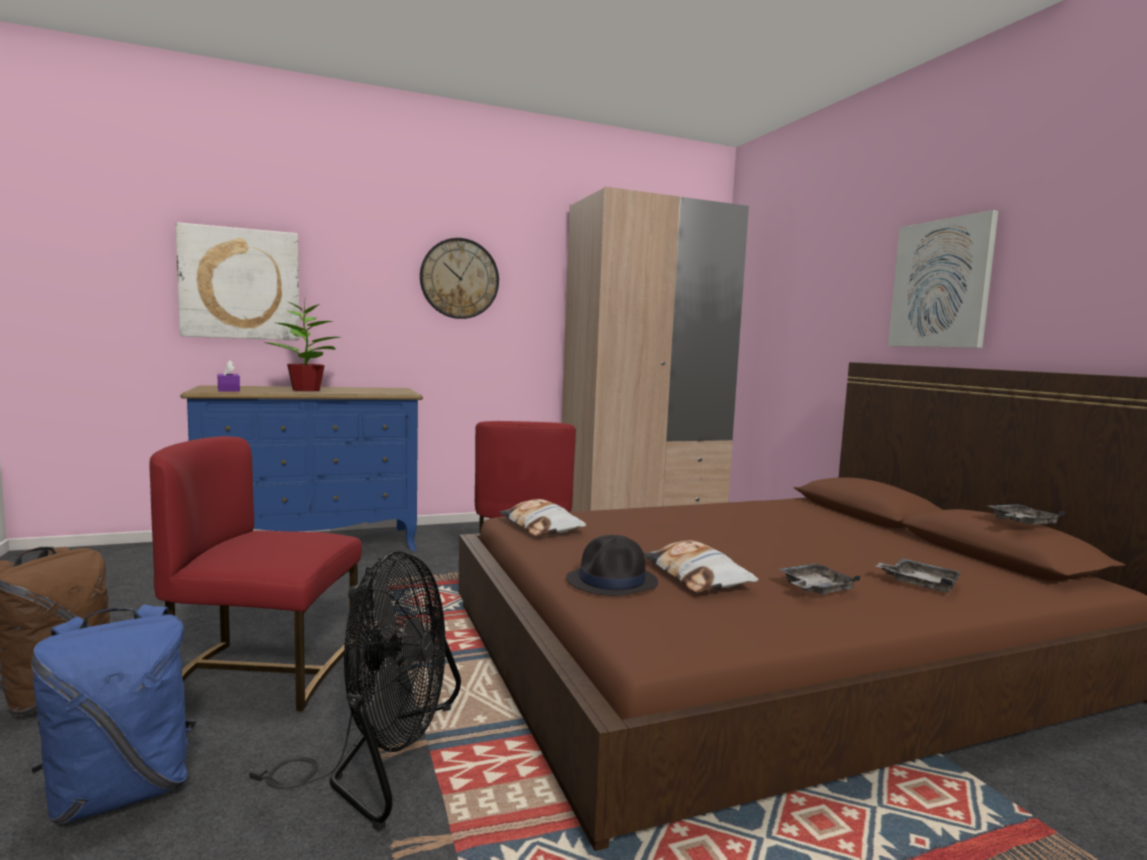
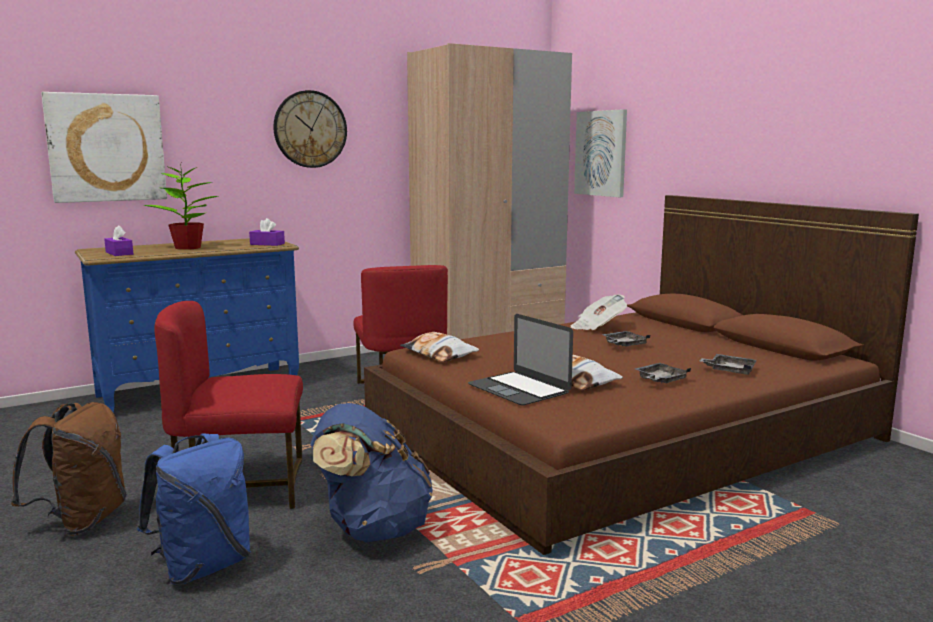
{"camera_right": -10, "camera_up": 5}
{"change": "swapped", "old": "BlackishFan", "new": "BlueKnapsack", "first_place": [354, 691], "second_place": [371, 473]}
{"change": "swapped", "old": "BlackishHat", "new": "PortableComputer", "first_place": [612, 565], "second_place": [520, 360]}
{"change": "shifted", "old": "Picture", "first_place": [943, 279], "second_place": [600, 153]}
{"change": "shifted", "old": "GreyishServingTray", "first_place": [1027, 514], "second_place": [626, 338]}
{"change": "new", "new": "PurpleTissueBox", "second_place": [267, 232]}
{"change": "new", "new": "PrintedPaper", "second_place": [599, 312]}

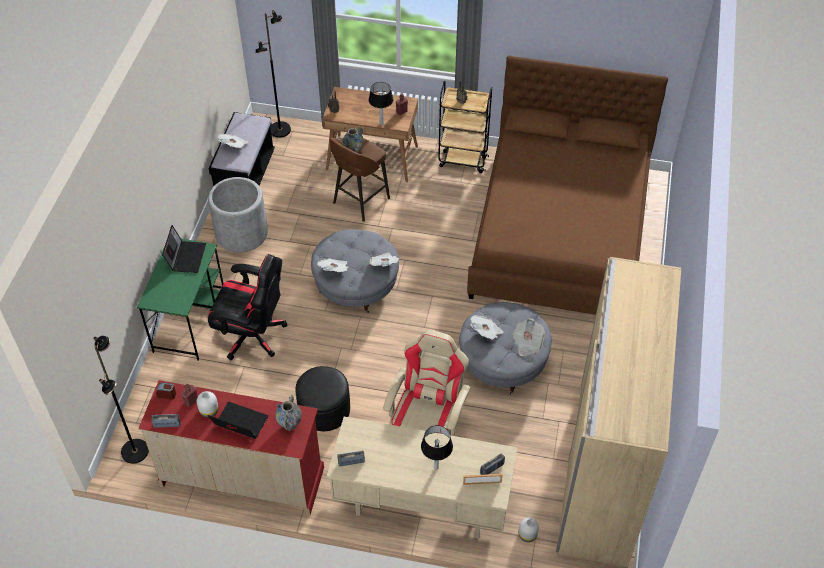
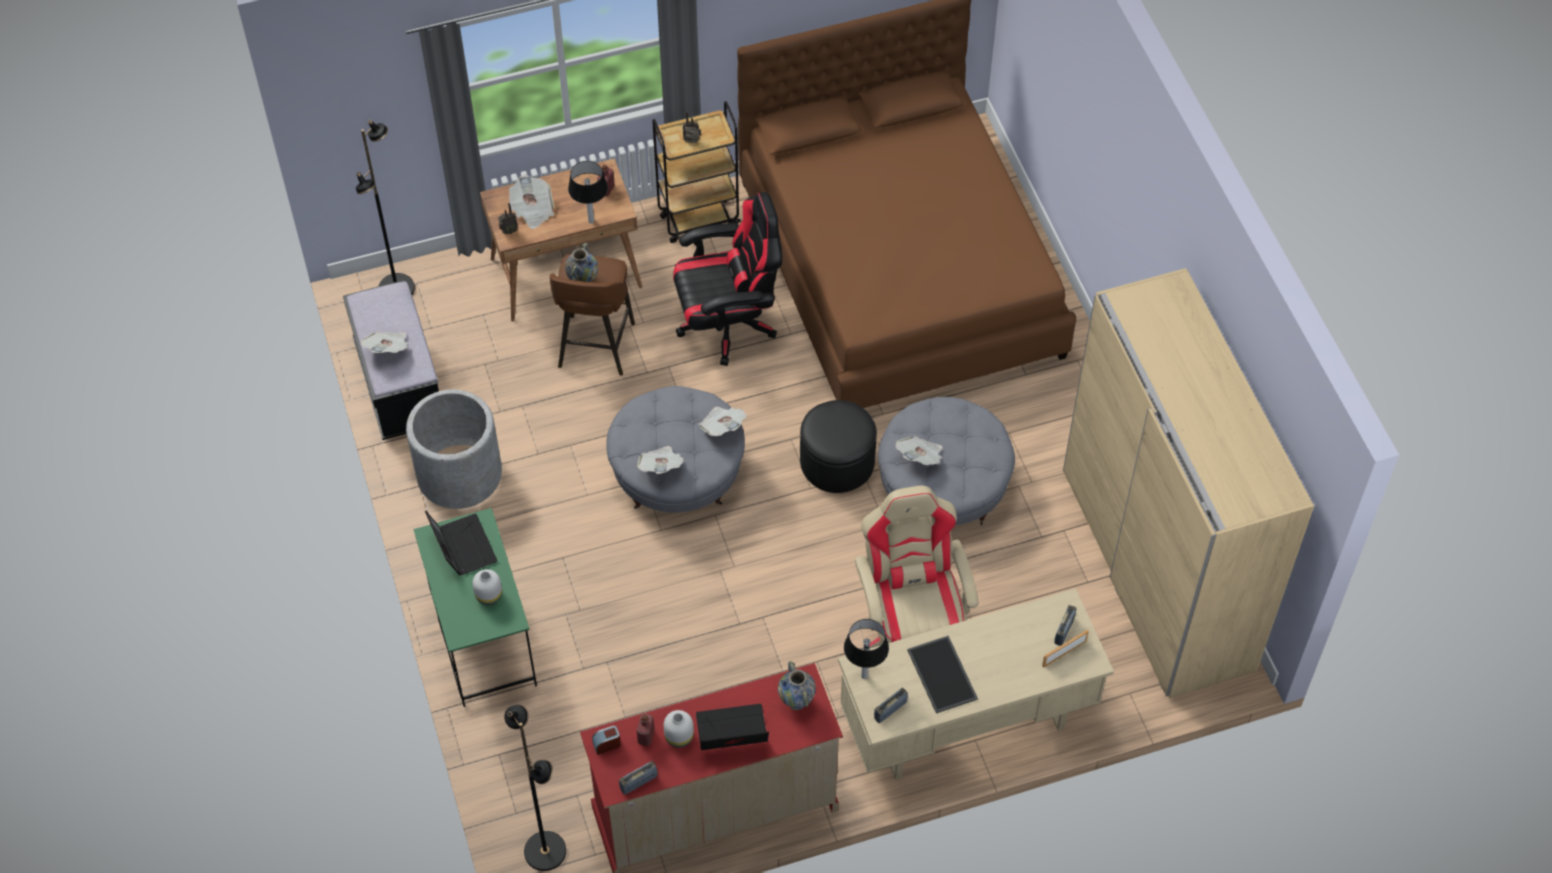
{"camera_right": -30, "camera_up": 5}
{"change": "shifted", "old": "BlackishOfficeChair", "first_place": [247, 307], "second_place": [727, 279]}
{"change": "shifted", "old": "BlackishOttoman", "first_place": [322, 398], "second_place": [838, 446]}
{"change": "shifted", "old": "TableLamp", "first_place": [437, 447], "second_place": [866, 649]}
{"change": "shifted", "old": "PrintedPaper", "first_place": [528, 337], "second_place": [531, 202]}
{"change": "shifted", "old": "WhitishFlowerVase", "first_place": [529, 529], "second_place": [487, 587]}
{"change": "new", "new": "ServingTray", "second_place": [942, 674]}

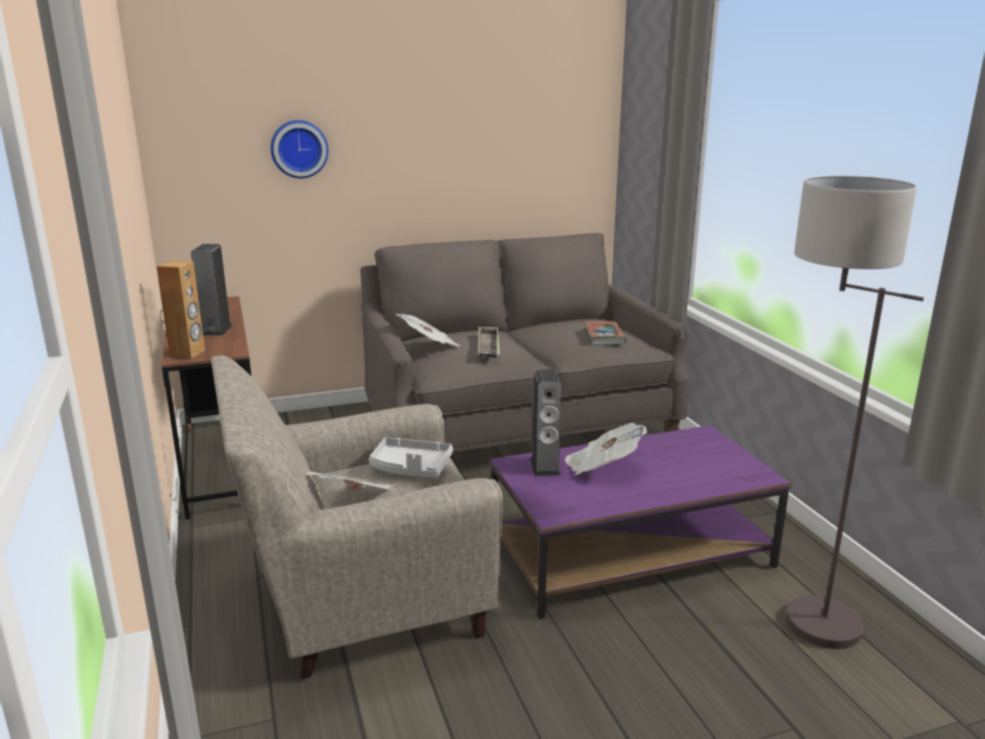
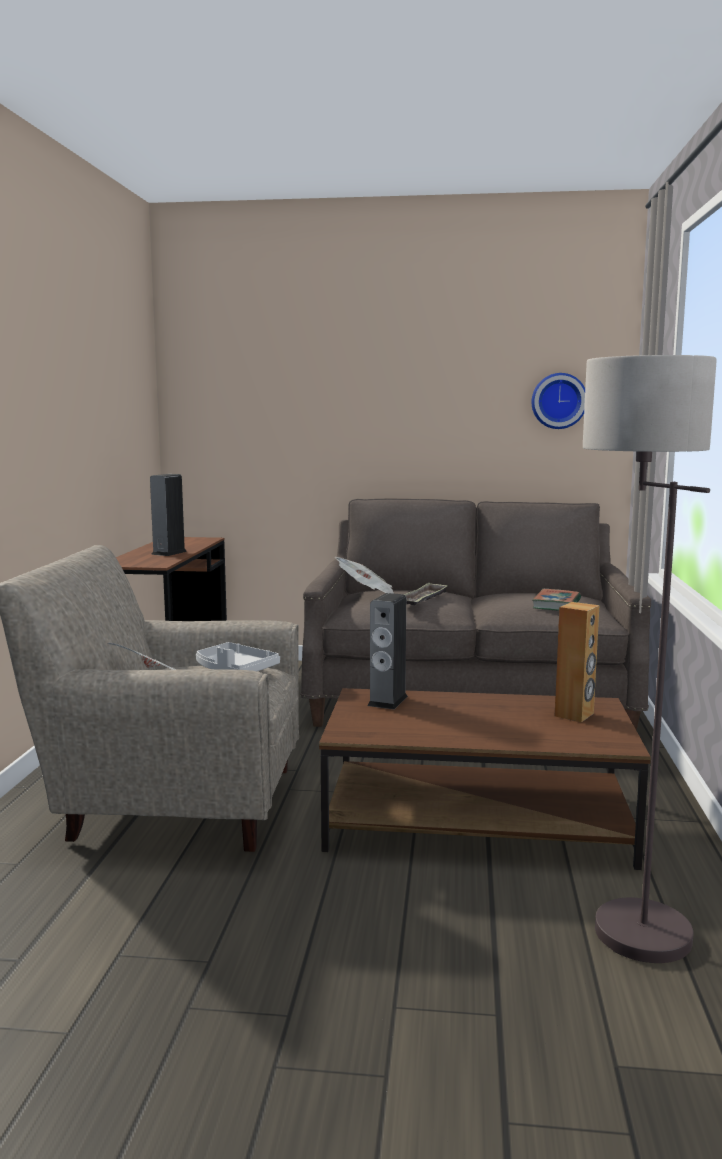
{"camera_right": 25, "camera_up": -10}
{"change": "shifted", "old": "BrownColouredAudioSpeaker", "first_place": [181, 309], "second_place": [577, 662]}
{"change": "shifted", "old": "ClockOnTheWall", "first_place": [299, 149], "second_place": [558, 401]}
{"change": "repainted", "old": "PurpleLowTable", "new": "BrownColouredLowTable", "first_place": [640, 522], "second_place": [485, 779]}
{"change": "gone", "old": "PrintedPaper", "first_place": [606, 449]}

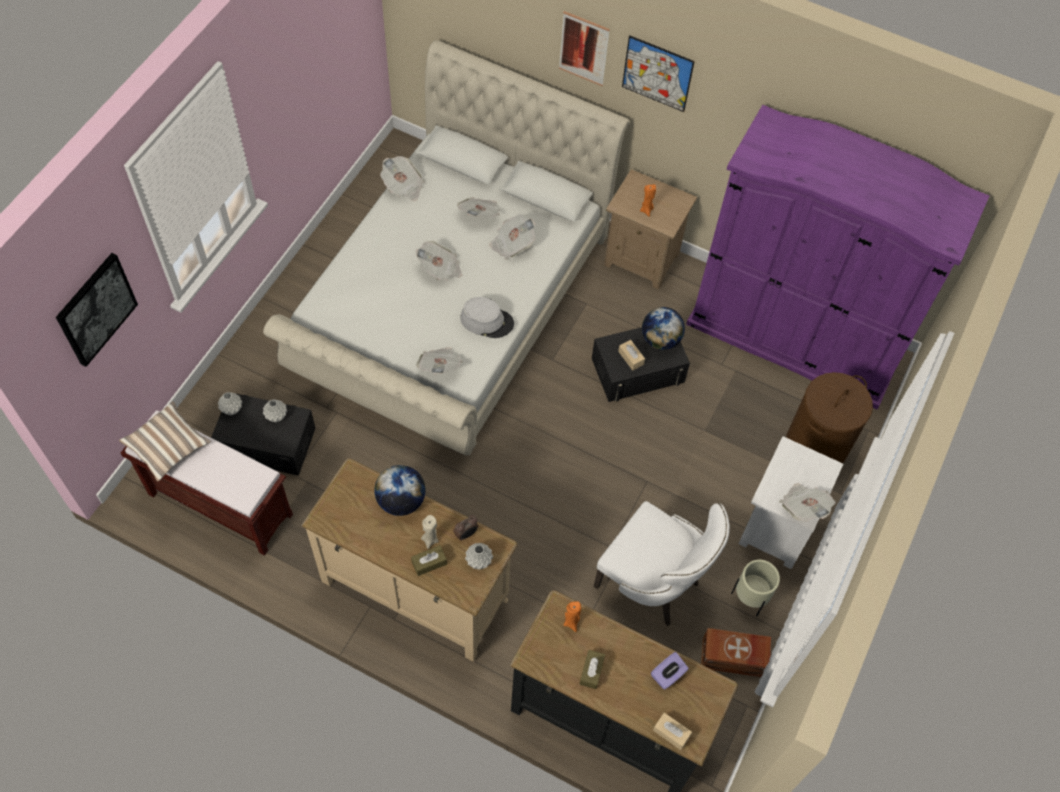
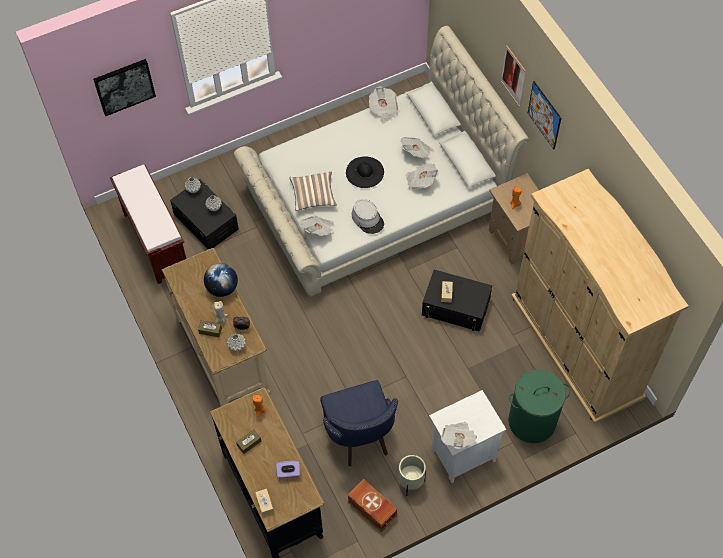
{"camera_right": 40, "camera_up": 0}
{"change": "shifted", "old": "ThrowPillow", "first_place": [165, 441], "second_place": [313, 191]}
{"change": "swapped", "old": "PrintedPaper", "new": "BlackishHat", "first_place": [439, 260], "second_place": [365, 172]}
{"change": "repainted", "old": "WhitishUprightChair", "new": "BlueUprightChair", "first_place": [662, 563], "second_place": [359, 423]}
{"change": "gone", "old": "DeskGlobe", "first_place": [663, 328]}
{"change": "repainted", "old": "PurpleWardrobe", "new": "BeigeColouredWardrobe", "first_place": [838, 257], "second_place": [599, 296]}
{"change": "repainted", "old": "BrownColouredHamper", "new": "GreenColouredHamper", "first_place": [829, 417], "second_place": [539, 406]}

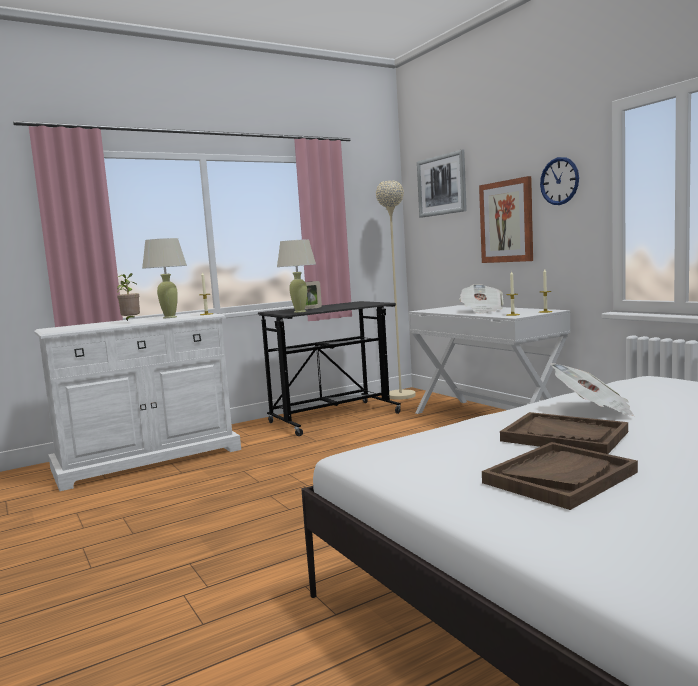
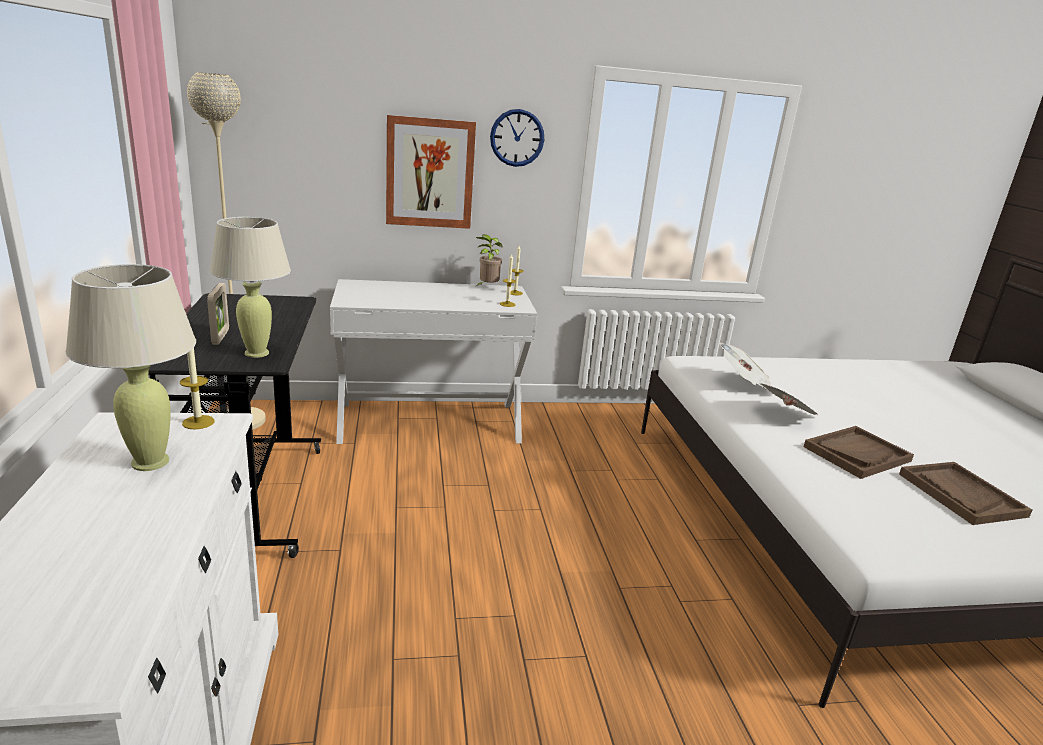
{"camera_right": -70, "camera_up": 15}
{"change": "shifted", "old": "PlantInAPot", "first_place": [128, 297], "second_place": [489, 260]}
{"change": "gone", "old": "Picture", "first_place": [442, 184]}
{"change": "shifted", "old": "PrintedPaper", "first_place": [481, 299], "second_place": [745, 367]}

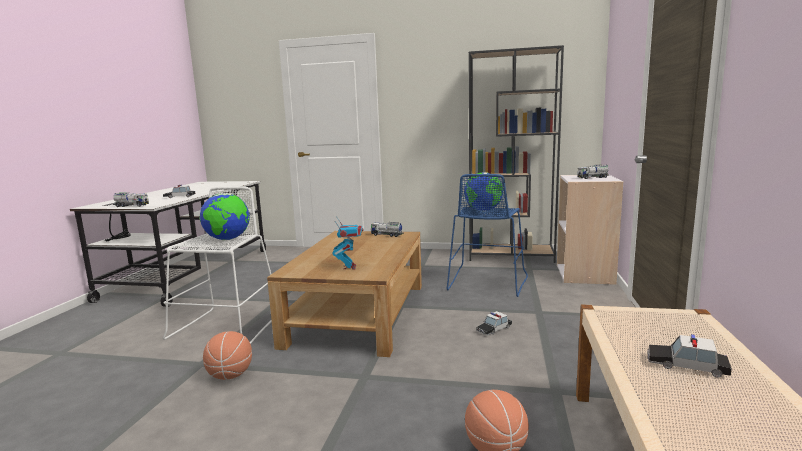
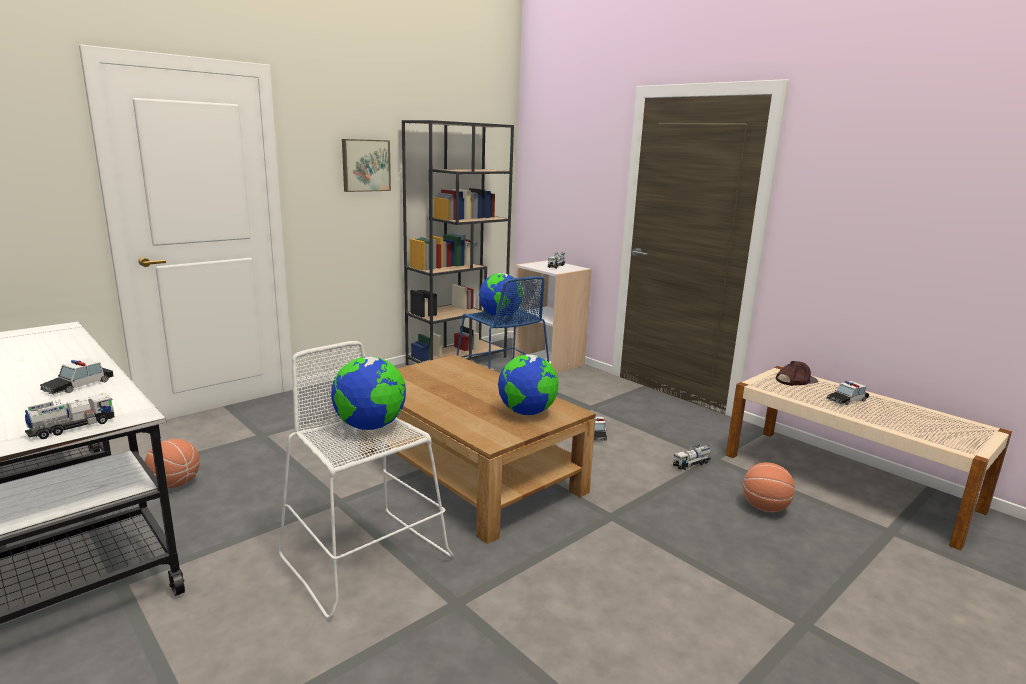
{"camera_right": -55, "camera_up": 5}
{"change": "shifted", "old": "BasketballBall", "first_place": [227, 355], "second_place": [172, 463]}
{"change": "swapped", "old": "RobotFigure", "new": "DeskGlobe", "first_place": [348, 244], "second_place": [528, 384]}
{"change": "shifted", "old": "ModelTruck", "first_place": [387, 229], "second_place": [692, 457]}
{"change": "new", "new": "Picture", "second_place": [366, 165]}
{"change": "new", "new": "BrownColouredBaseballCap", "second_place": [797, 373]}

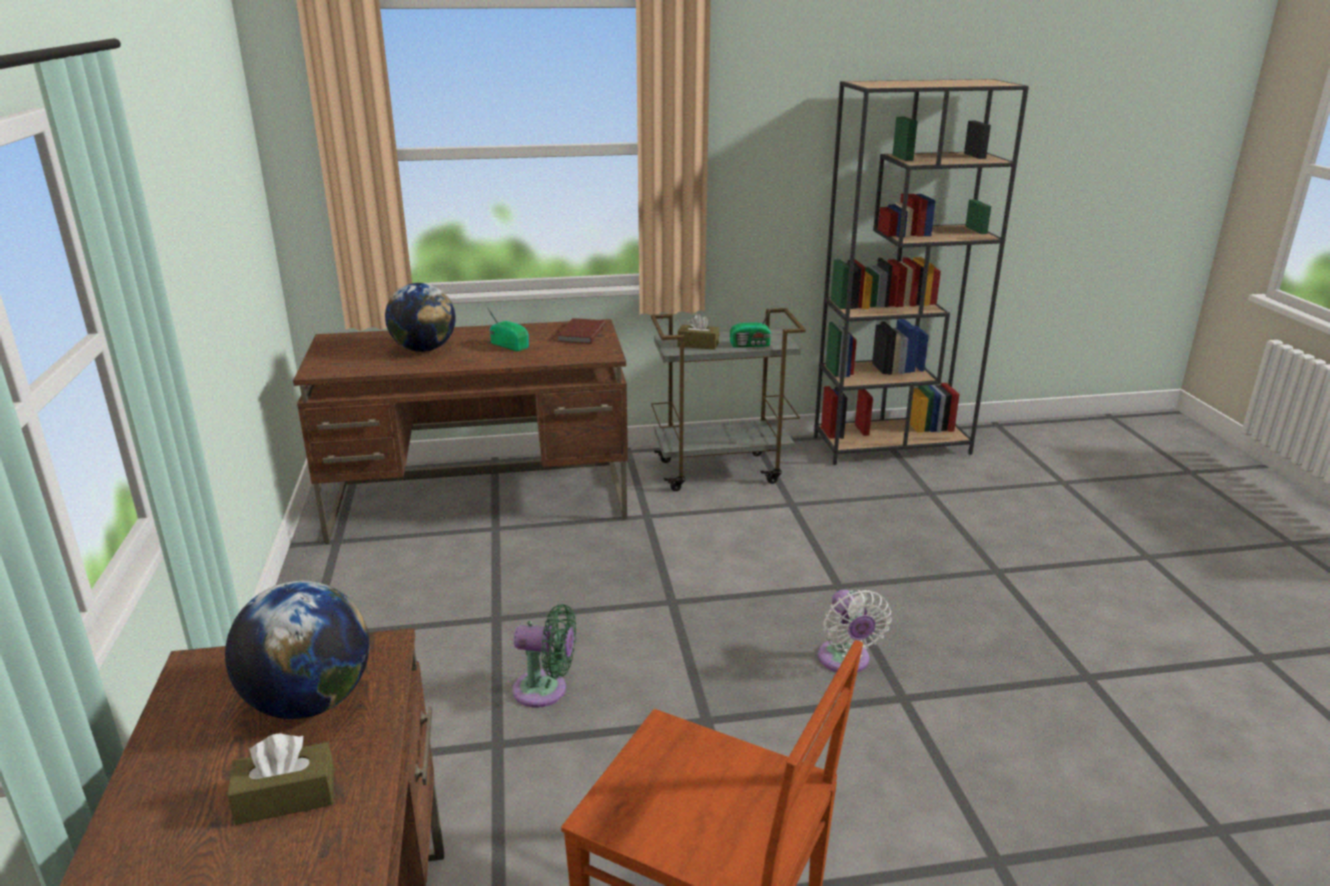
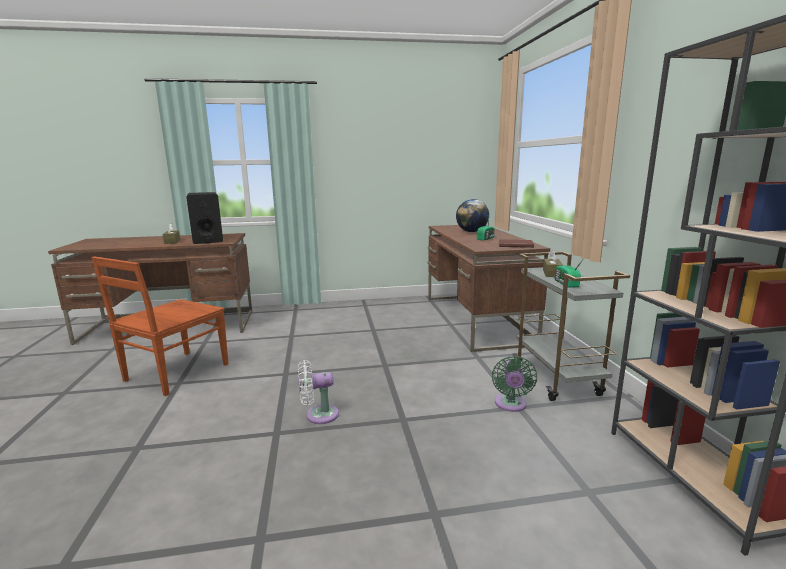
{"camera_right": 90, "camera_up": -10}
{"change": "swapped", "old": "DeskGlobe", "new": "BlackishAudioSpeaker", "first_place": [297, 650], "second_place": [204, 218]}
{"change": "shifted", "old": "GreenColouredFan", "first_place": [544, 655], "second_place": [514, 384]}

